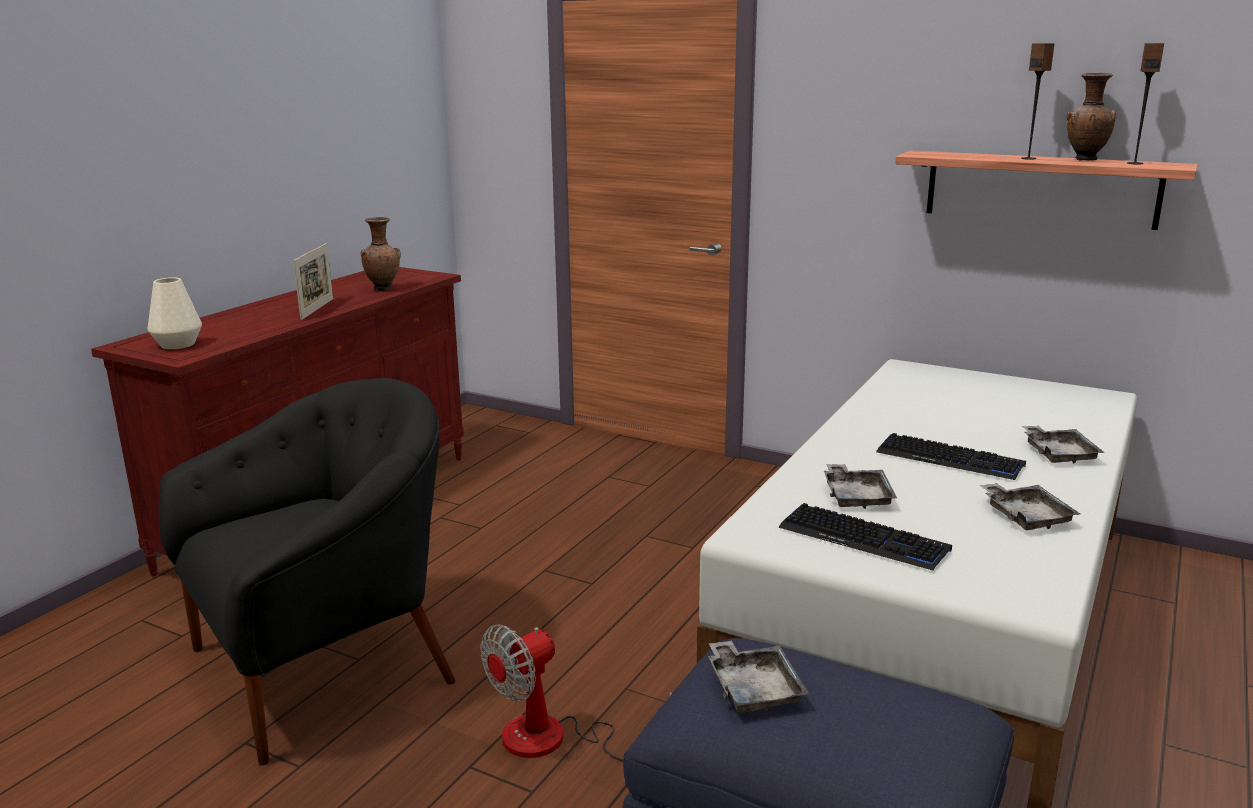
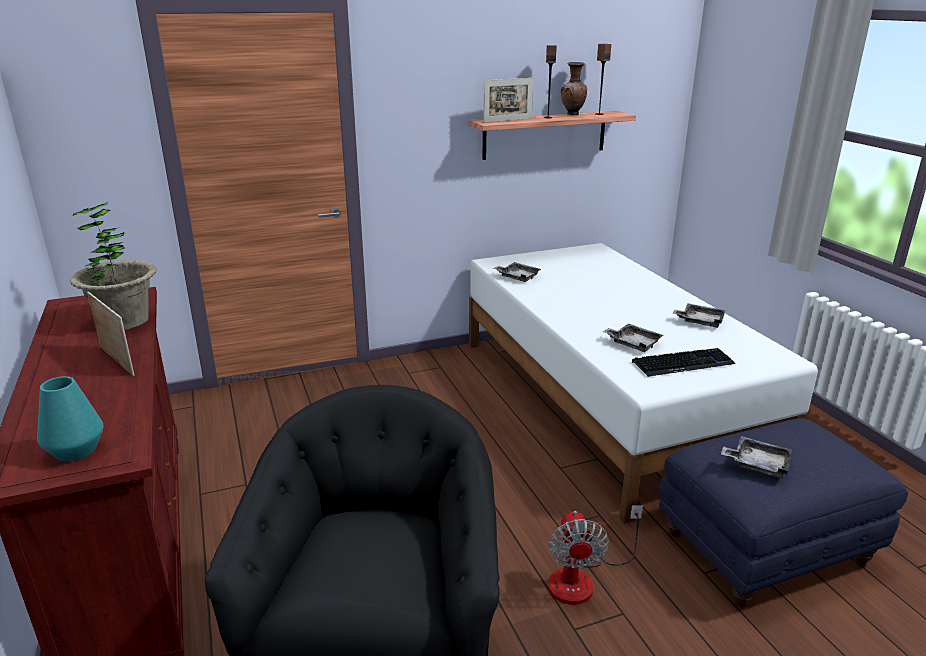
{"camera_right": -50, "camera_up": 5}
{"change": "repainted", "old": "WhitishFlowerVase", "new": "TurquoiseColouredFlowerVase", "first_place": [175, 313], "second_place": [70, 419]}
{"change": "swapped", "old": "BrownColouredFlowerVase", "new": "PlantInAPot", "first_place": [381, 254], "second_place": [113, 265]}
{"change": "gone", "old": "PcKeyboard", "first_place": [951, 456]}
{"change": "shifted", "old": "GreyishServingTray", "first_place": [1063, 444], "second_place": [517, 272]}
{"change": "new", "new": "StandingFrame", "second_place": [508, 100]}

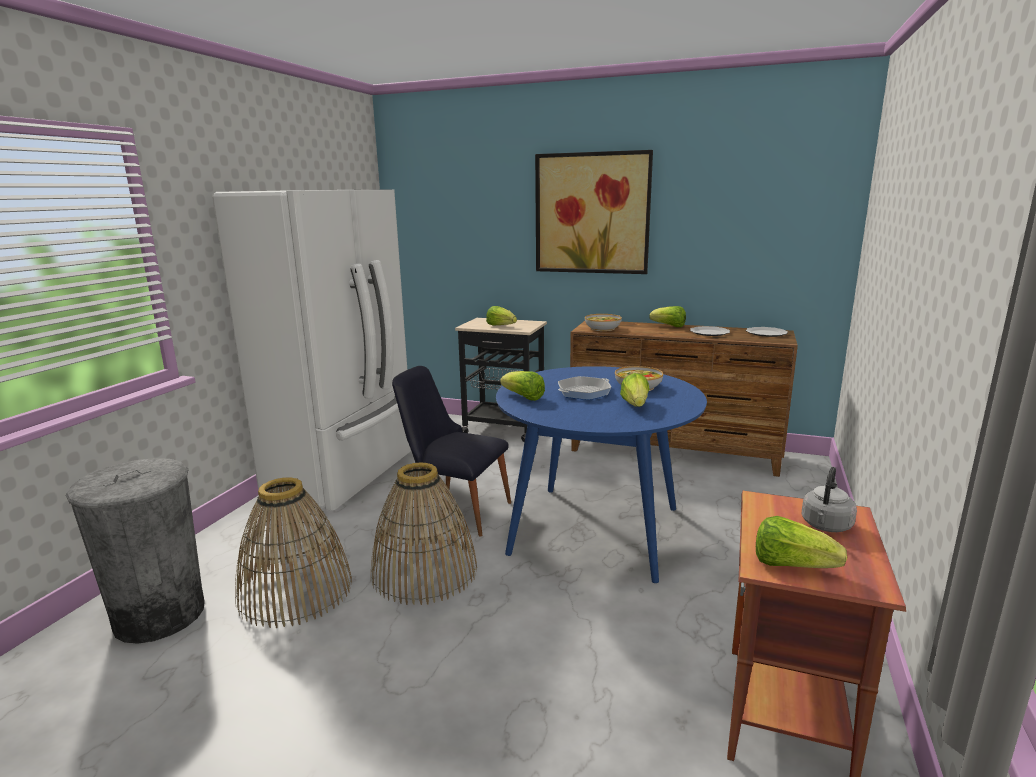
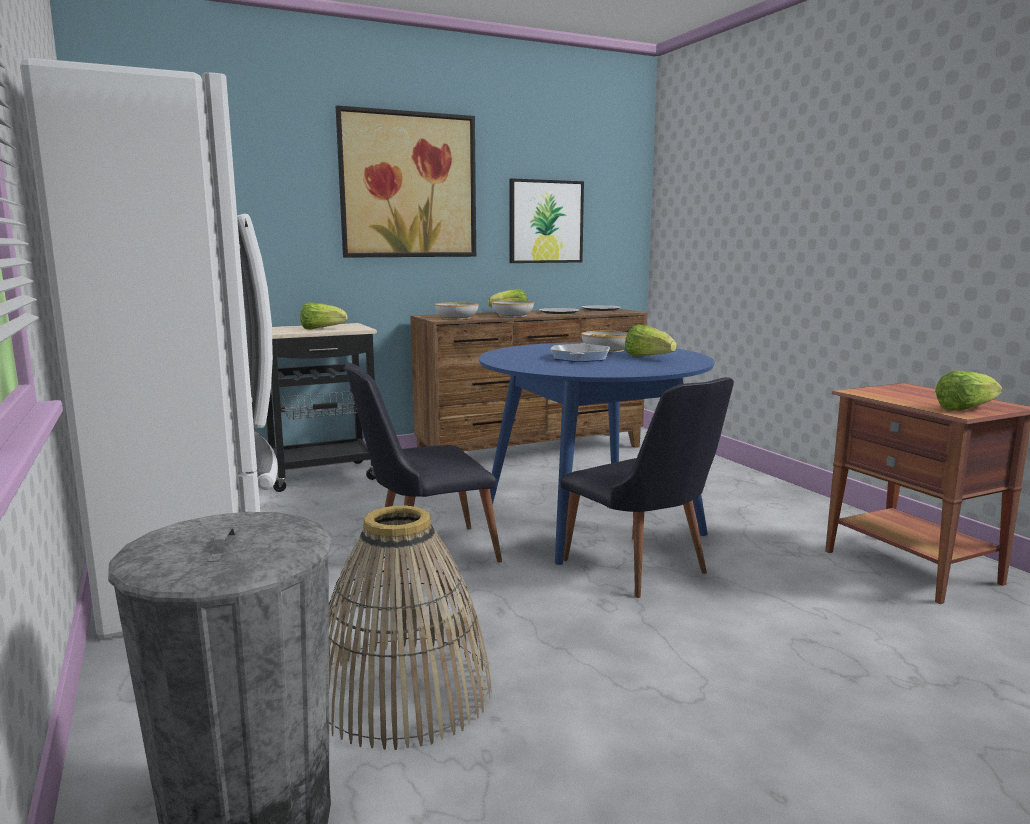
{"camera_right": -45, "camera_up": -5}
{"change": "gone", "old": "StorageBasket", "first_place": [424, 533]}
{"change": "gone", "old": "LettuceHead", "first_place": [522, 386]}
{"change": "gone", "old": "GreyishKettle", "first_place": [829, 499]}
{"change": "new", "new": "DeepDish", "second_place": [513, 309]}
{"change": "new", "new": "Picture", "second_place": [546, 221]}
{"change": "new", "new": "BlackishUprightChair", "second_place": [647, 487]}

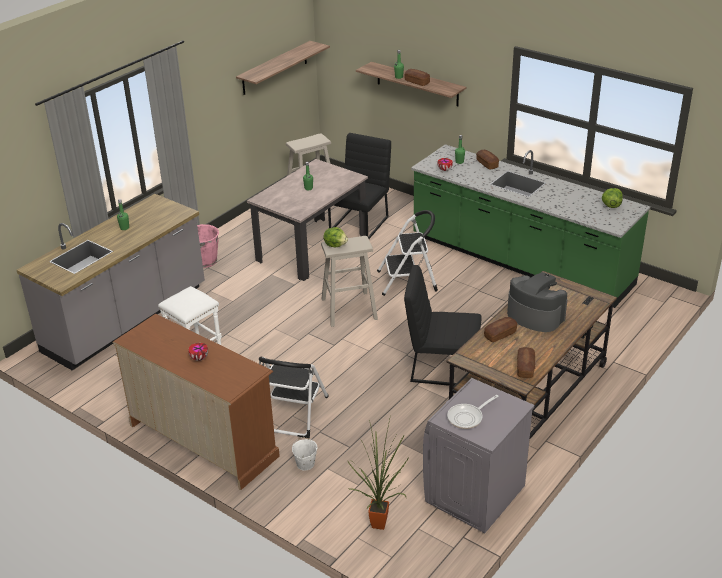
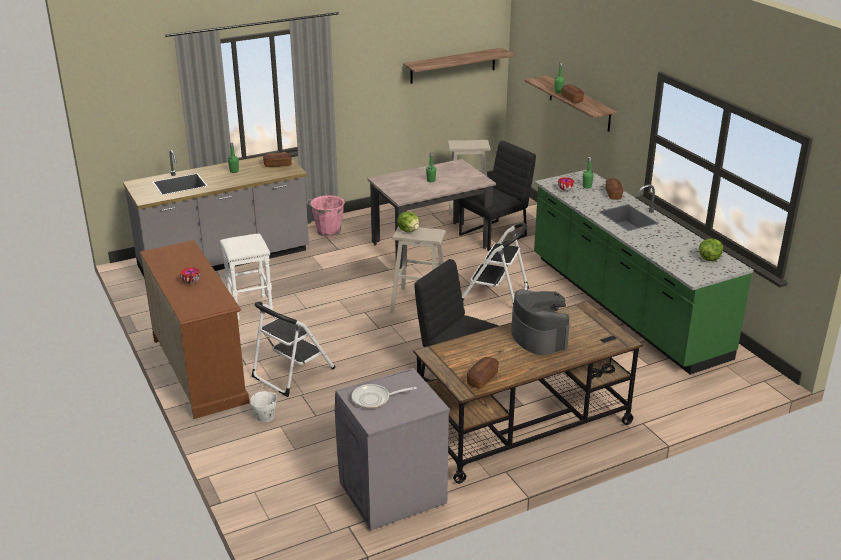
{"camera_right": 25, "camera_up": -5}
{"change": "gone", "old": "PlantInAPot", "first_place": [378, 472]}
{"change": "shifted", "old": "BakeryBread", "first_place": [500, 329], "second_place": [277, 159]}

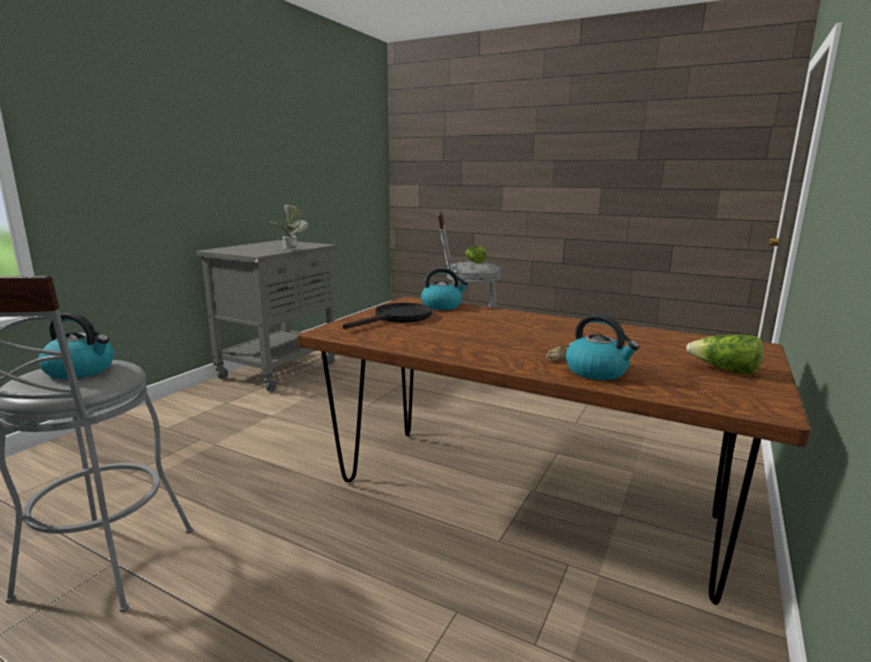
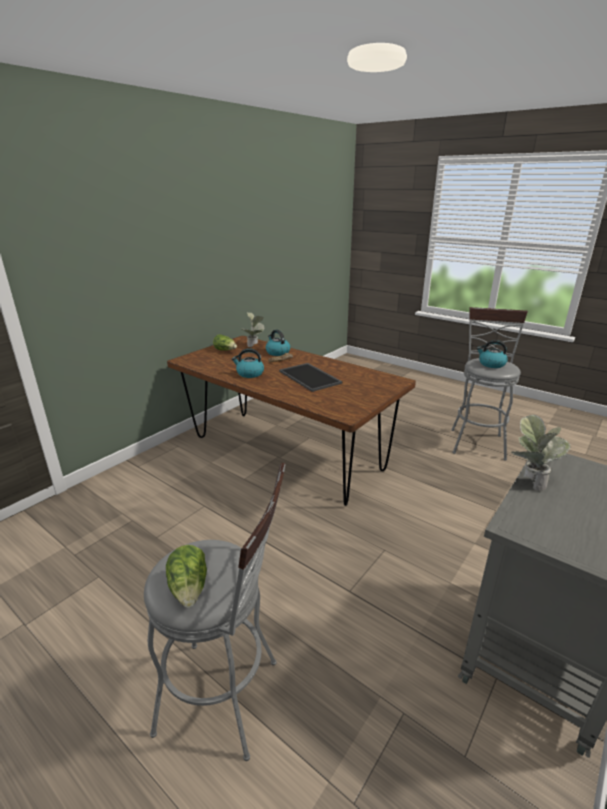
{"camera_right": -170, "camera_up": 10}
{"change": "gone", "old": "BlackishFryingPan", "first_place": [387, 316]}
{"change": "shifted", "old": "Kettle", "first_place": [444, 288], "second_place": [248, 363]}
{"change": "new", "new": "PlantInAPot", "second_place": [253, 329]}
{"change": "new", "new": "ServingTray", "second_place": [310, 377]}

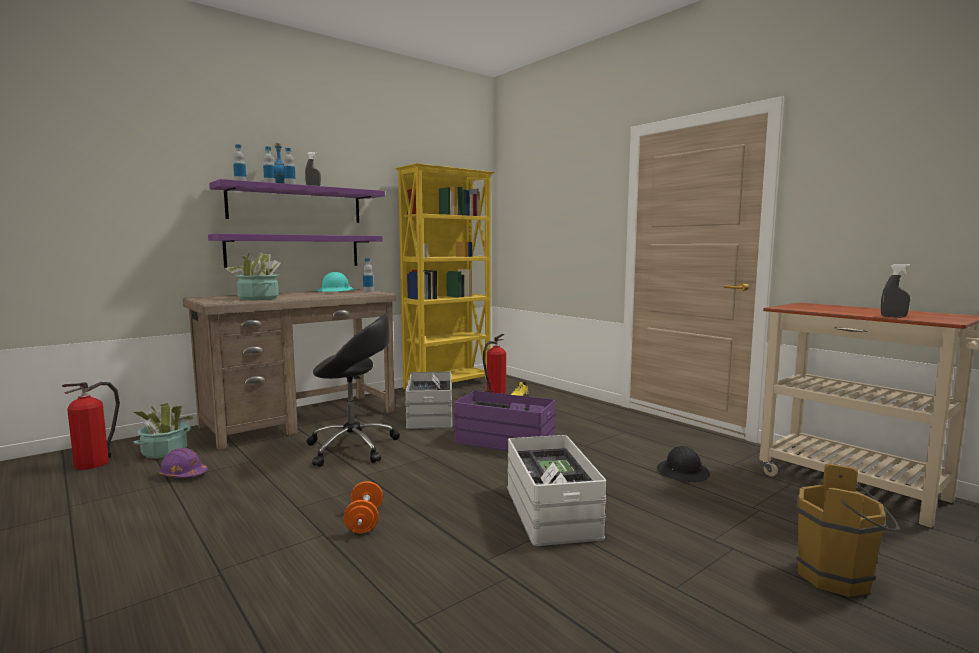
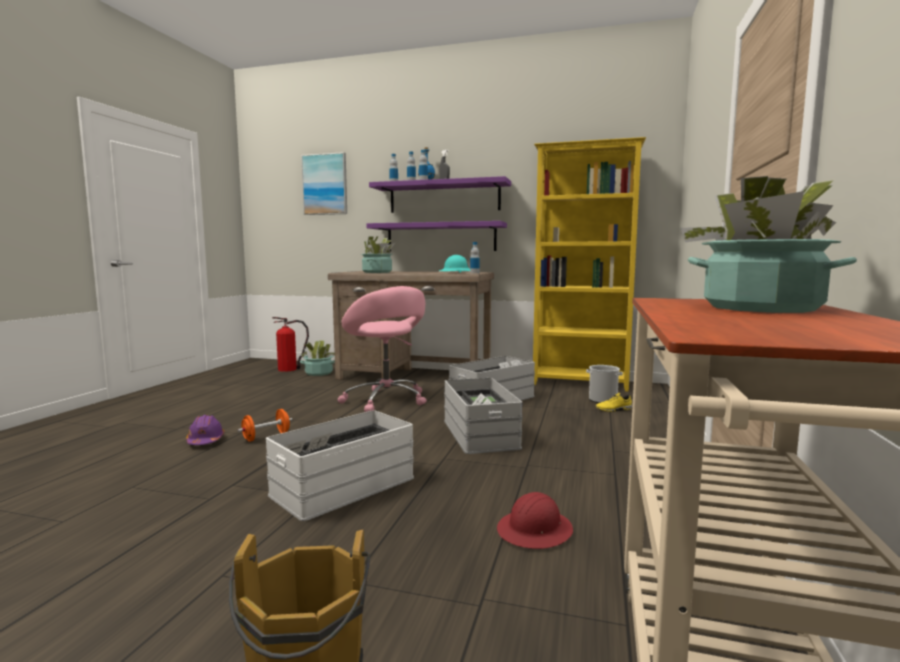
{"camera_right": 55, "camera_up": 0}
{"change": "shifted", "old": "PurpleSafetyHelmet", "first_place": [183, 463], "second_place": [205, 430]}
{"change": "repainted", "old": "BlackishOfficeChair", "new": "PinkishOfficeChair", "first_place": [353, 390], "second_place": [382, 349]}
{"change": "repainted", "old": "PurpleStorageBox", "new": "GreyishStorageBox", "first_place": [504, 421], "second_place": [483, 416]}
{"change": "swapped", "old": "Extinguisher", "new": "Pail", "first_place": [494, 364], "second_place": [604, 384]}
{"change": "repainted", "old": "BlackishSafetyHelmet", "new": "RedColouredSafetyHelmet", "first_place": [683, 464], "second_place": [535, 520]}
{"change": "gone", "old": "GreyishSprayer", "first_place": [895, 290]}
{"change": "new", "new": "Picture", "second_place": [324, 183]}
{"change": "new", "new": "PlantInAPot", "second_place": [769, 244]}

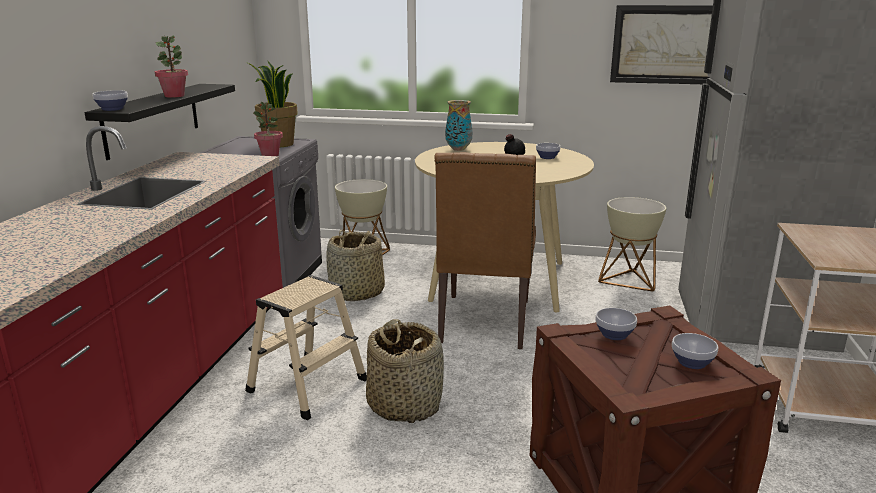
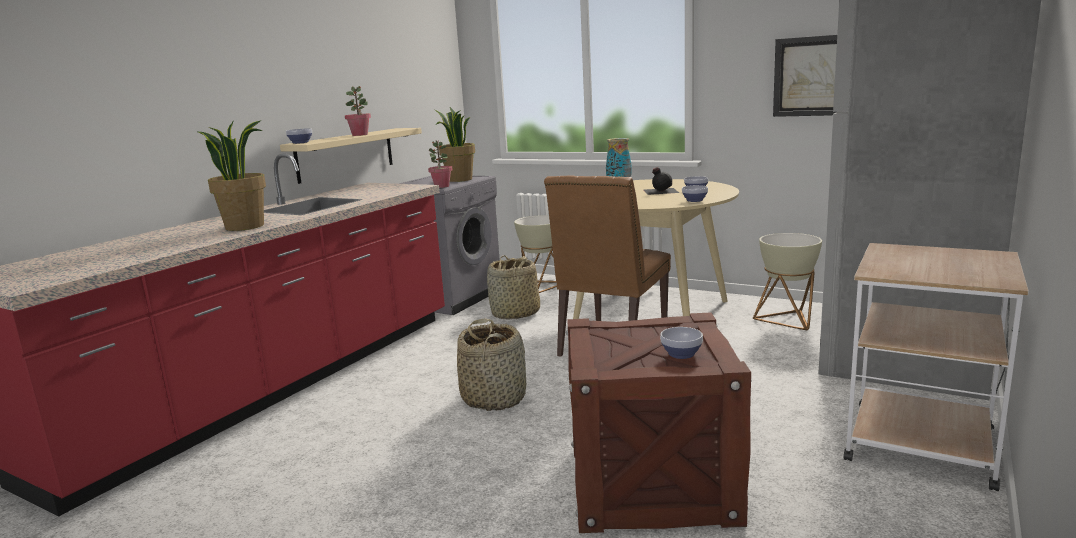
{"camera_right": 20, "camera_up": -5}
{"change": "repainted", "old": "BlackishWallShelf", "new": "BeigeColouredWallShelf", "first_place": [159, 122], "second_place": [351, 156]}
{"change": "gone", "old": "BeigeColouredStepladder", "first_place": [306, 347]}
{"change": "shifted", "old": "DeepDish", "first_place": [616, 324], "second_place": [695, 193]}
{"change": "new", "new": "PlantInAPot", "second_place": [232, 175]}

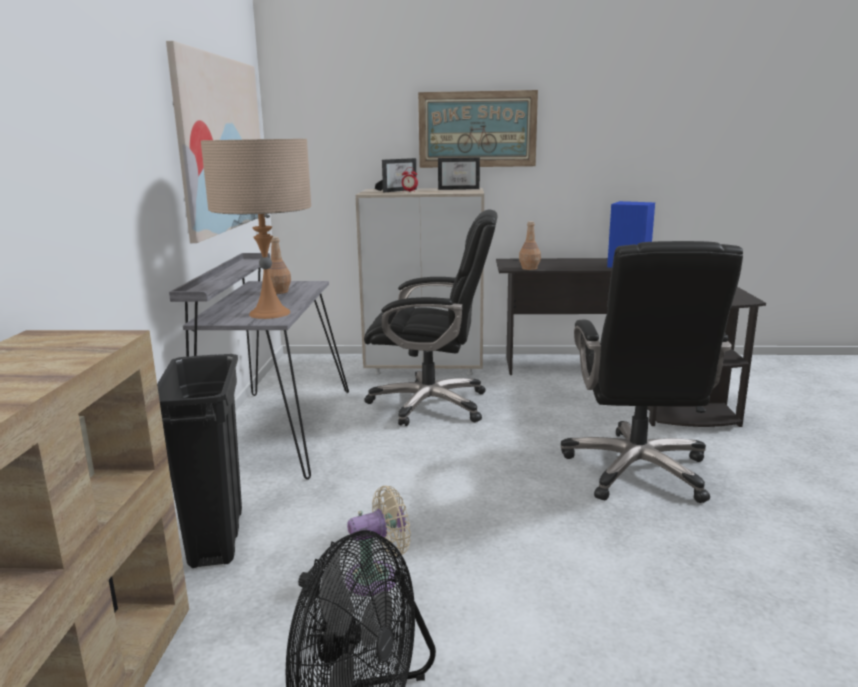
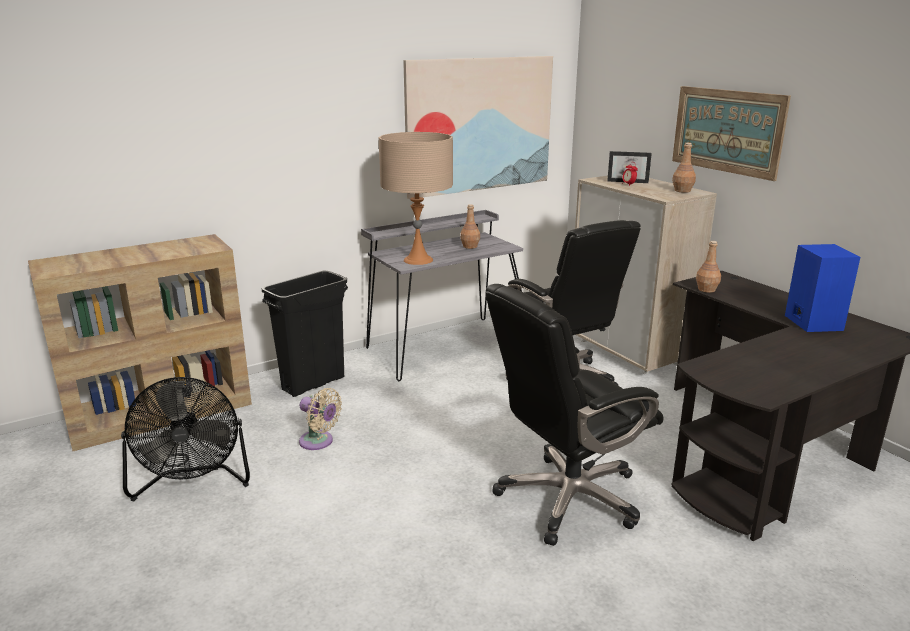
{"camera_right": 55, "camera_up": 5}
{"change": "swapped", "old": "StandingFrame", "new": "BrownColouredDrinkBottle", "first_place": [459, 173], "second_place": [684, 168]}

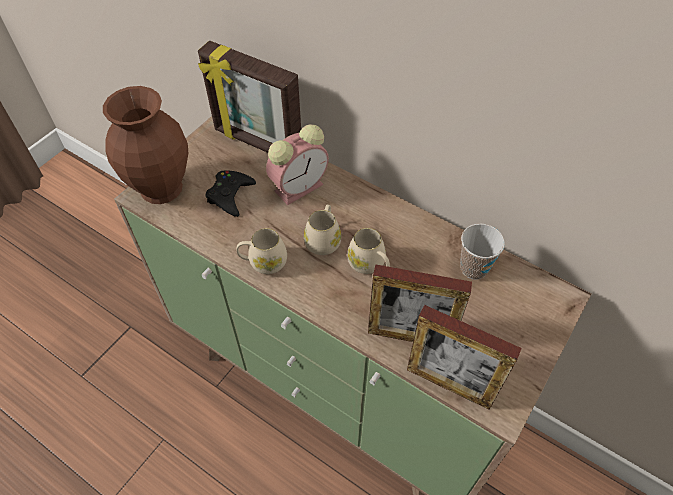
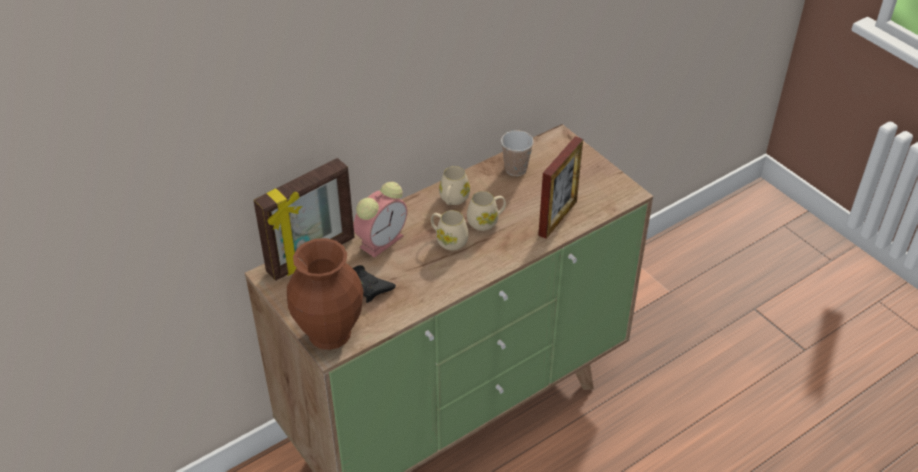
{"camera_right": -70, "camera_up": -10}
{"change": "shifted", "old": "BeigeColouredMug", "first_place": [261, 251], "second_place": [454, 185]}
{"change": "rotated", "old": "AlarmClock", "first_place": [297, 165], "second_place": [380, 220], "degrees": 60}
{"change": "gone", "old": "StandingFrame", "first_place": [464, 357]}

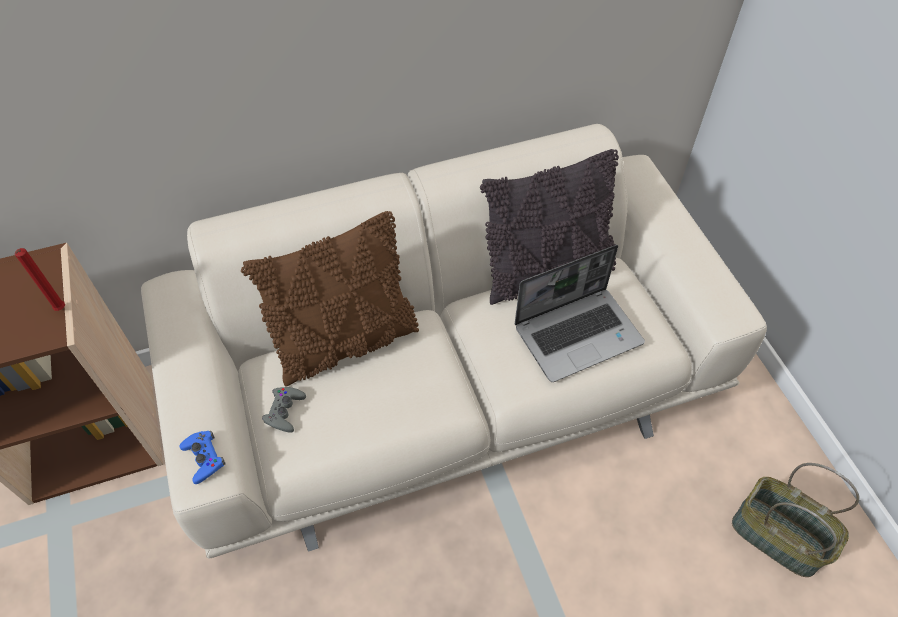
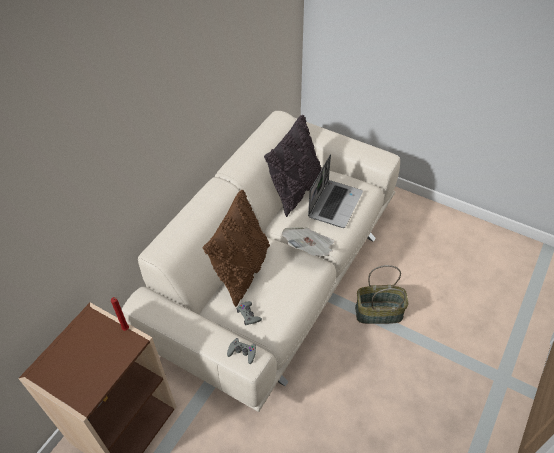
{"camera_right": -40, "camera_up": -5}
{"change": "repainted", "old": "BlueGamepad", "new": "GreyishGamepad", "first_place": [202, 457], "second_place": [241, 351]}
{"change": "shifted", "old": "StorageBasket", "first_place": [796, 520], "second_place": [382, 294]}
{"change": "new", "new": "PrintedPaper", "second_place": [308, 241]}

